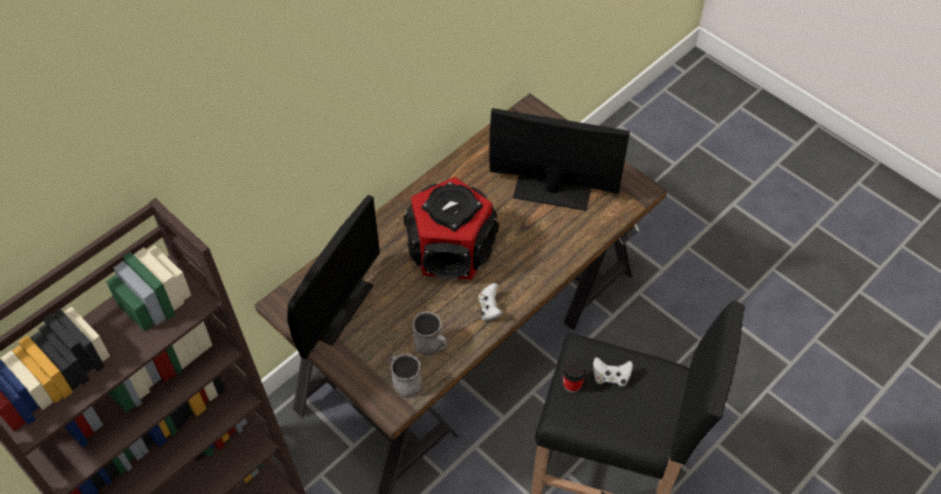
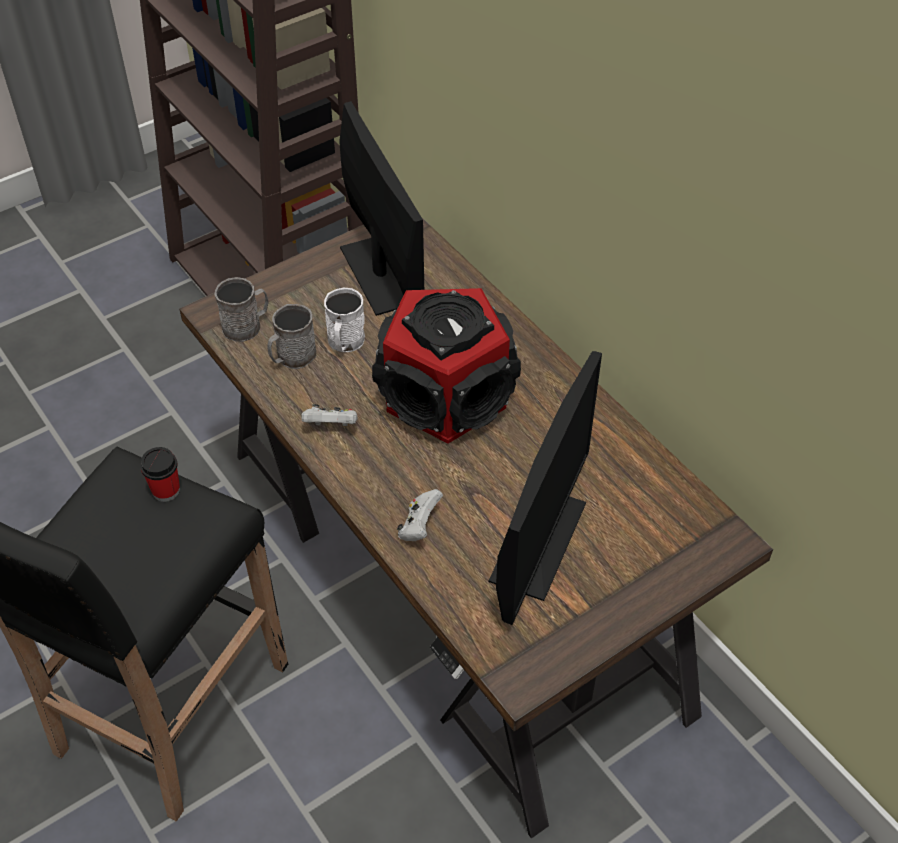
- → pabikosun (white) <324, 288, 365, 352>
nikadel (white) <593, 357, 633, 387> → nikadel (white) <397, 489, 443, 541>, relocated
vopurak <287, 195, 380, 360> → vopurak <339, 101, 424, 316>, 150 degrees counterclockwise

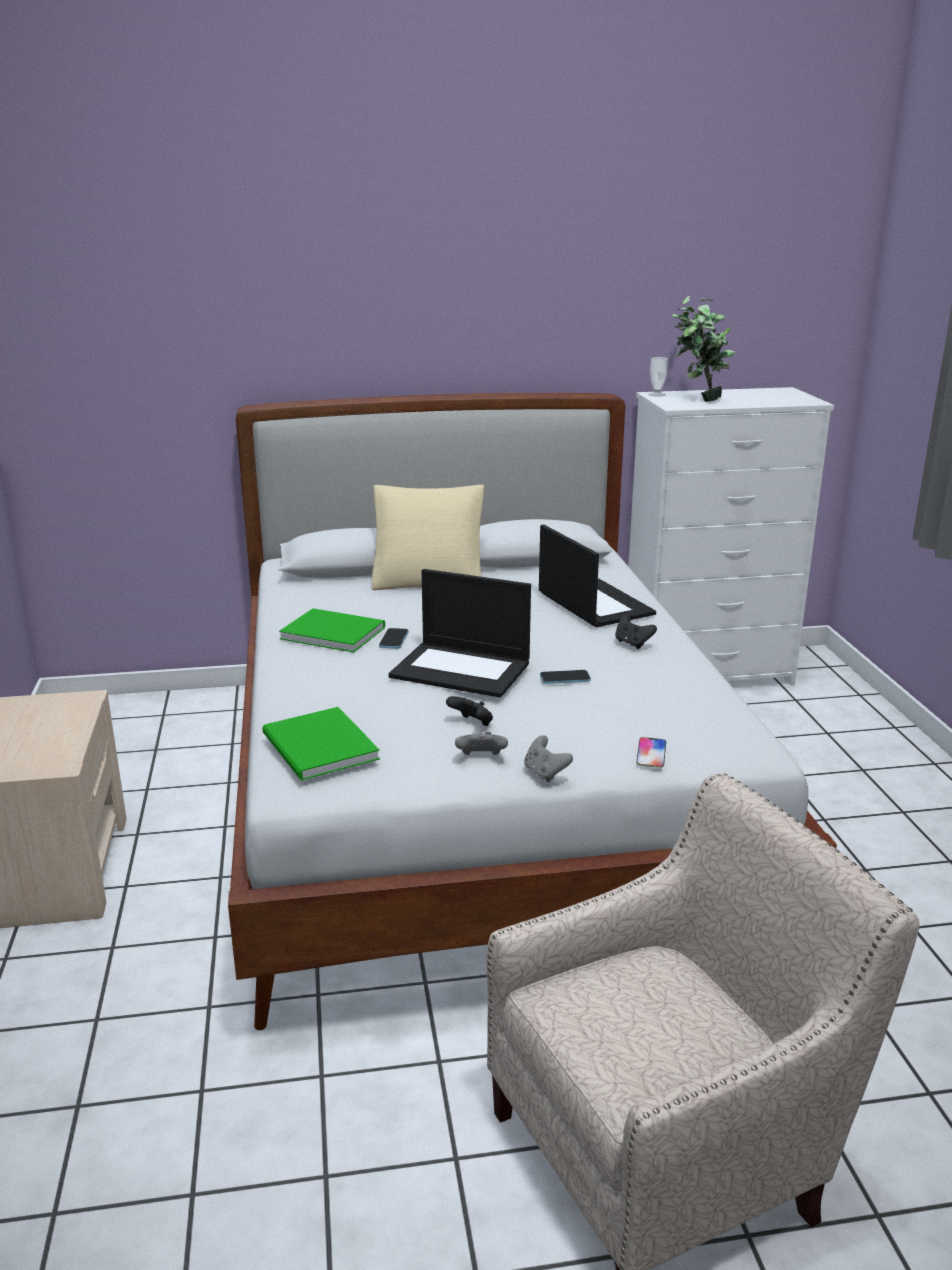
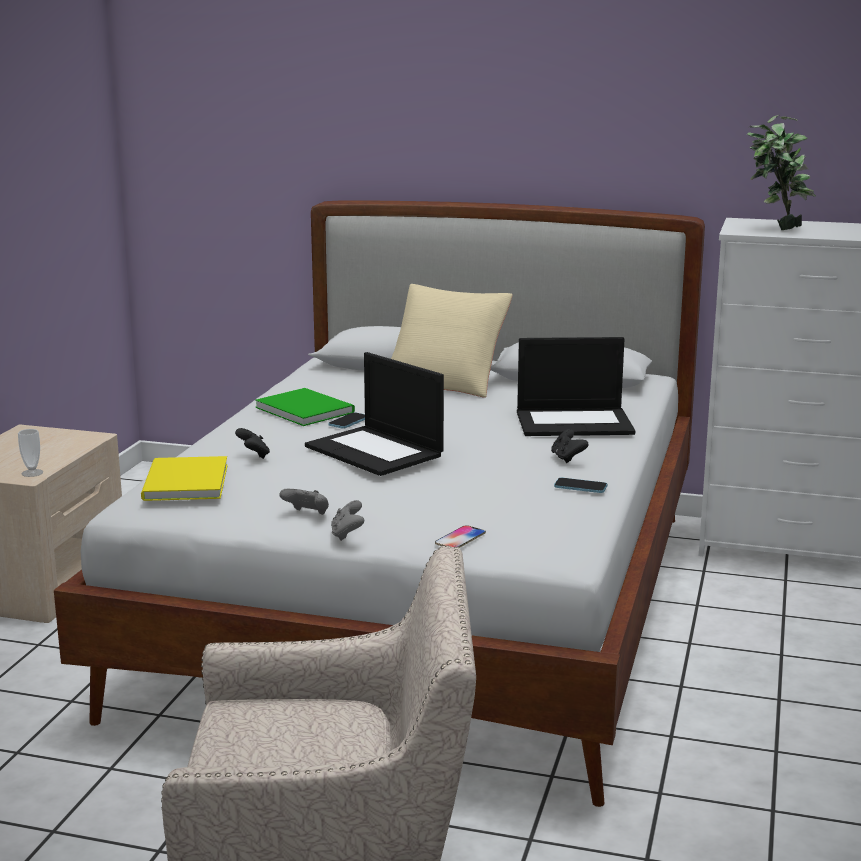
nikadel (black) <446, 696, 493, 726> → nikadel (black) <235, 428, 270, 459>, relocated
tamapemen <540, 670, 591, 684> → tamapemen <554, 478, 607, 493>, relocated
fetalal <648, 357, 668, 397> → fetalal <18, 429, 43, 477>, relocated
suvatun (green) <262, 707, 380, 780> → suvatun (yellow) <141, 456, 228, 501>
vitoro <539, 524, 656, 627> → vitoro <517, 337, 635, 436>, 90 degrees clockwise

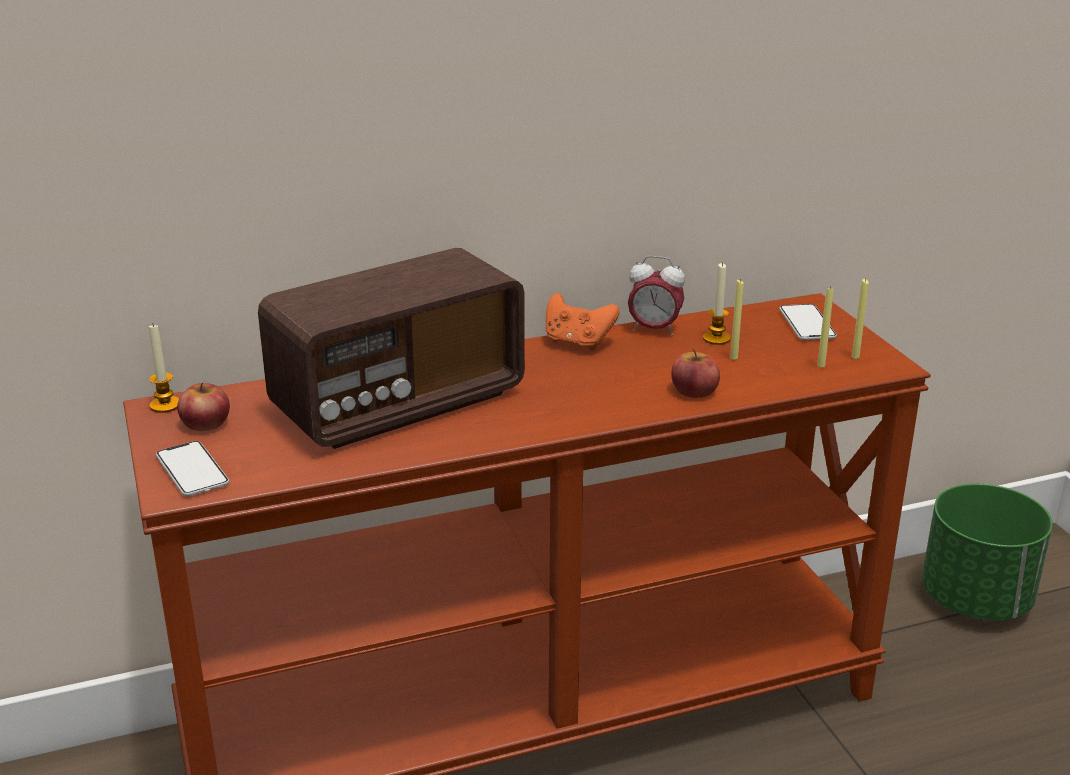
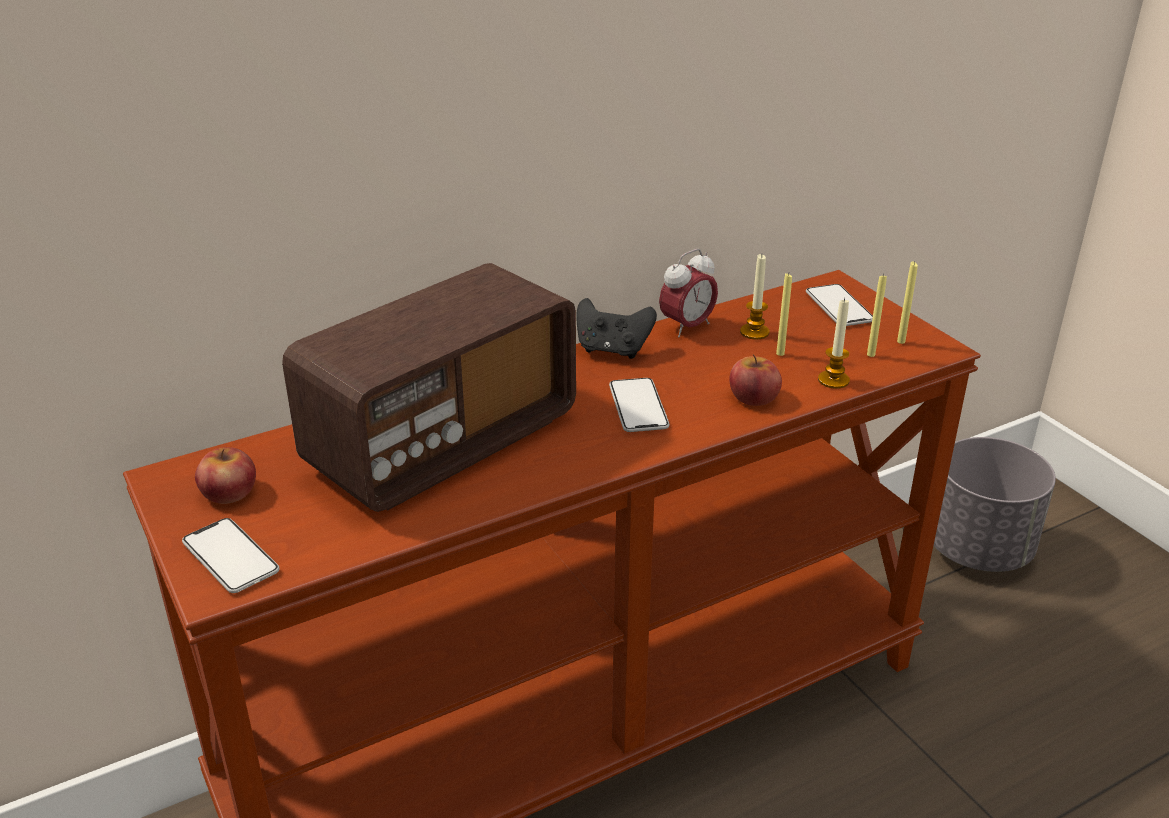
- → tamapemen <609, 378, 669, 432>
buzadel <149, 325, 179, 413> → buzadel <818, 298, 850, 389>, relocated
nikadel (orange) <546, 293, 620, 351> → nikadel (black) <576, 298, 657, 359>
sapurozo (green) <922, 484, 1053, 621> → sapurozo (grey) <934, 437, 1056, 572>
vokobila <628, 256, 685, 336> → vokobila <659, 249, 718, 337>, 45 degrees counterclockwise

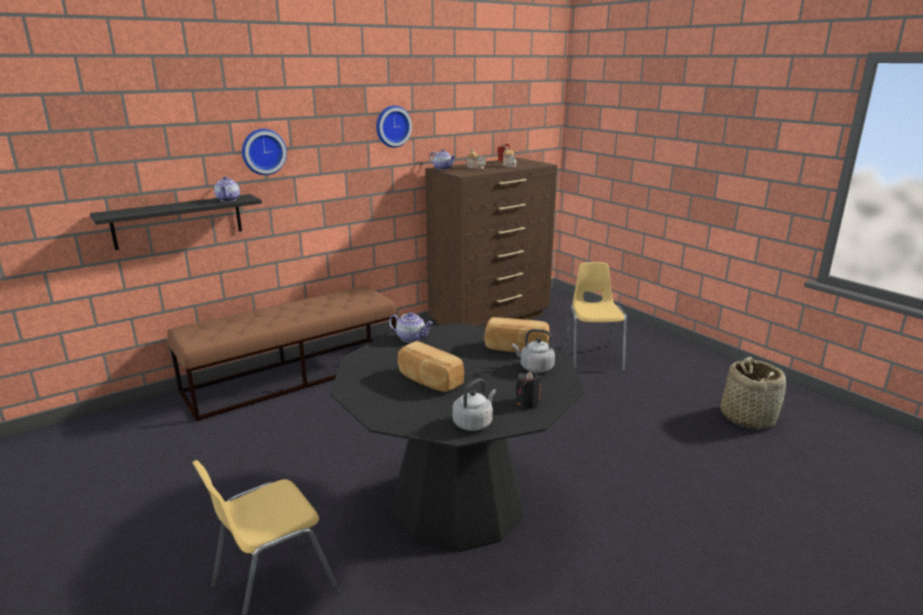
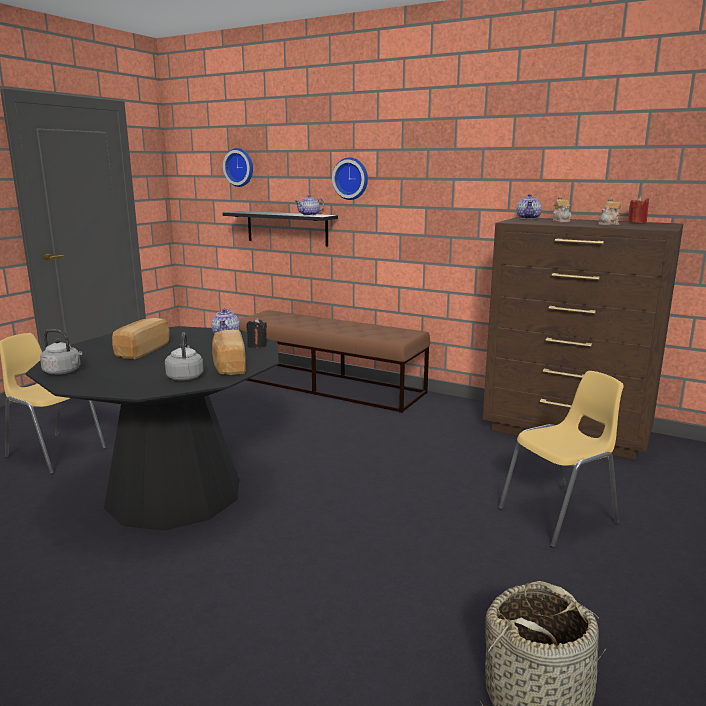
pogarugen <376, 106, 412, 148> → pogarugen <223, 148, 253, 187>, relocated
buzadel (black) <516, 371, 541, 408> → buzadel (black) <246, 318, 267, 348>, relocated

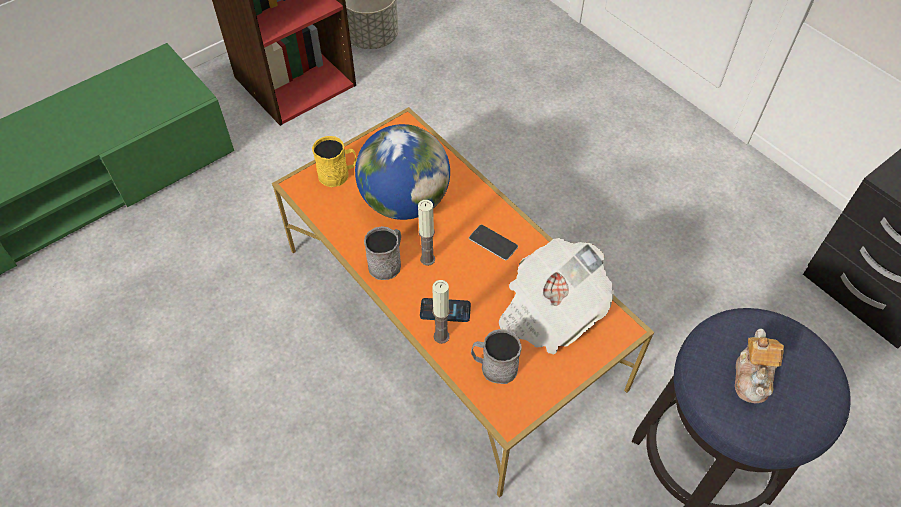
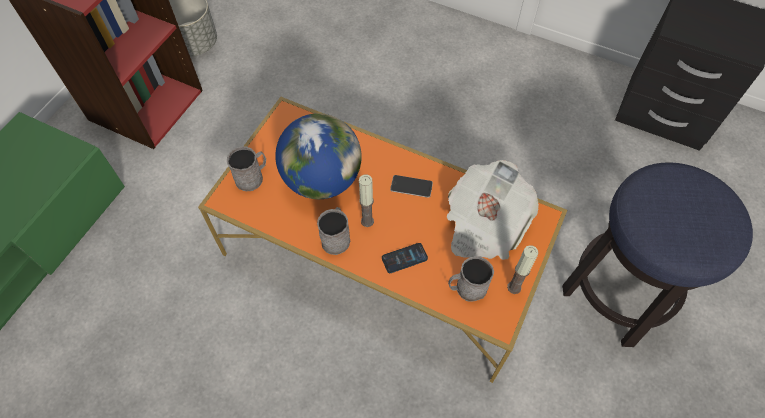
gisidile <735, 329, 784, 403> → -
buzadel <432, 280, 450, 344> → buzadel <507, 245, 538, 294>, relocated
pabikosun (yellow) <312, 136, 357, 187> → pabikosun (grey) <227, 146, 266, 191>

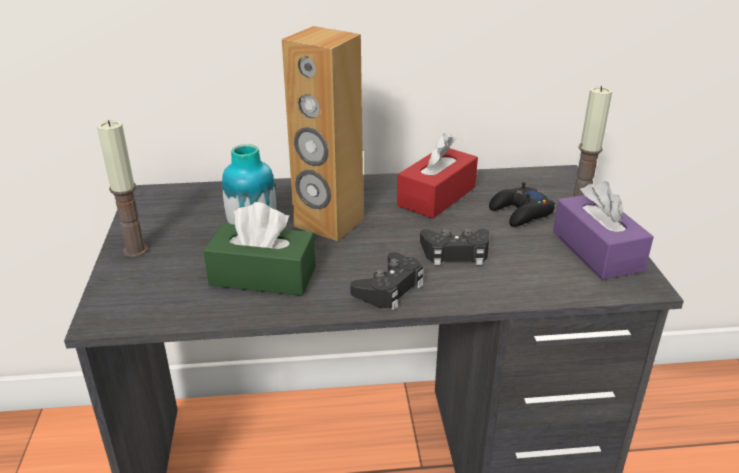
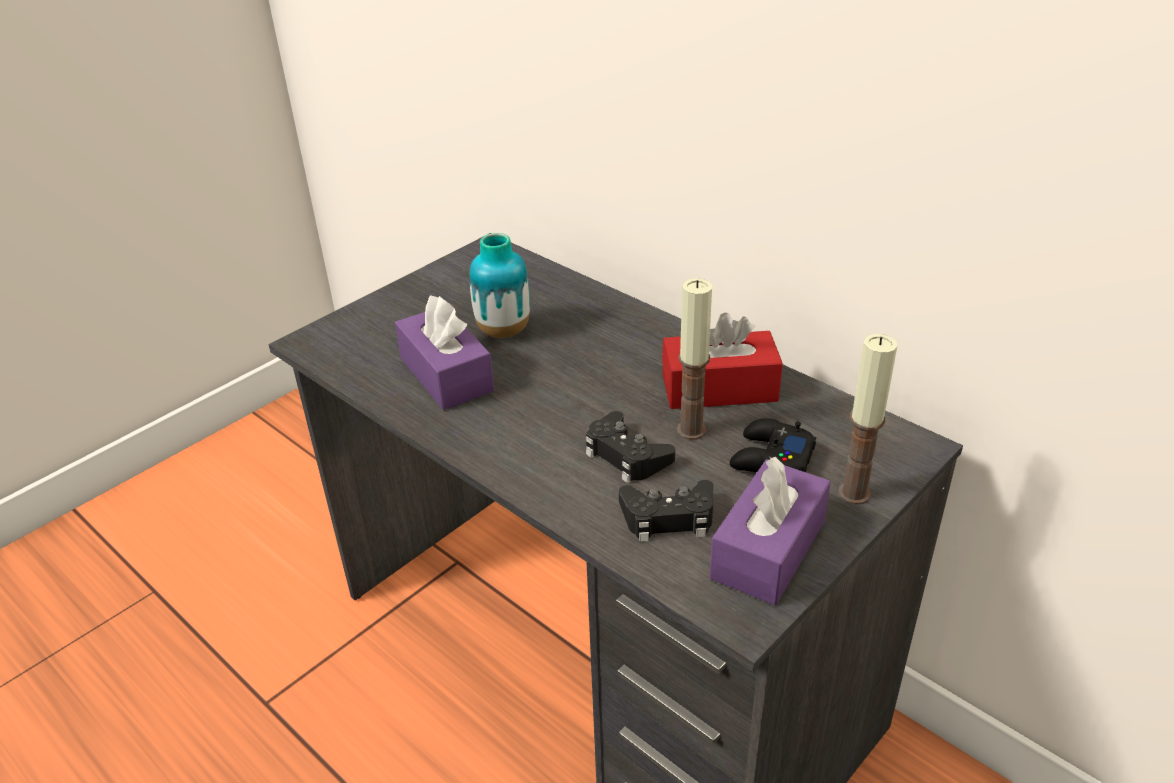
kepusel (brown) <282, 26, 364, 241> → -
buzadel <97, 120, 148, 257> → buzadel <677, 278, 712, 440>, relocated
nikadel (black) <350, 252, 424, 310> → nikadel (black) <619, 480, 714, 542>, relocated
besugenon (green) <203, 202, 316, 296> → besugenon (purple) <395, 296, 494, 410>

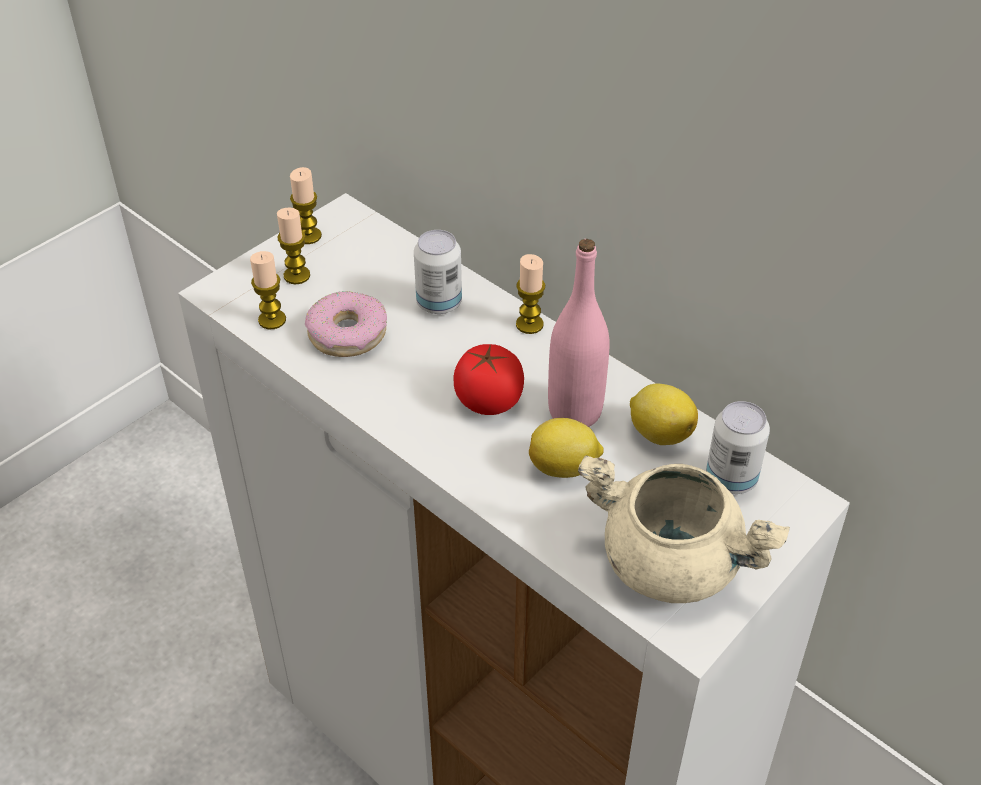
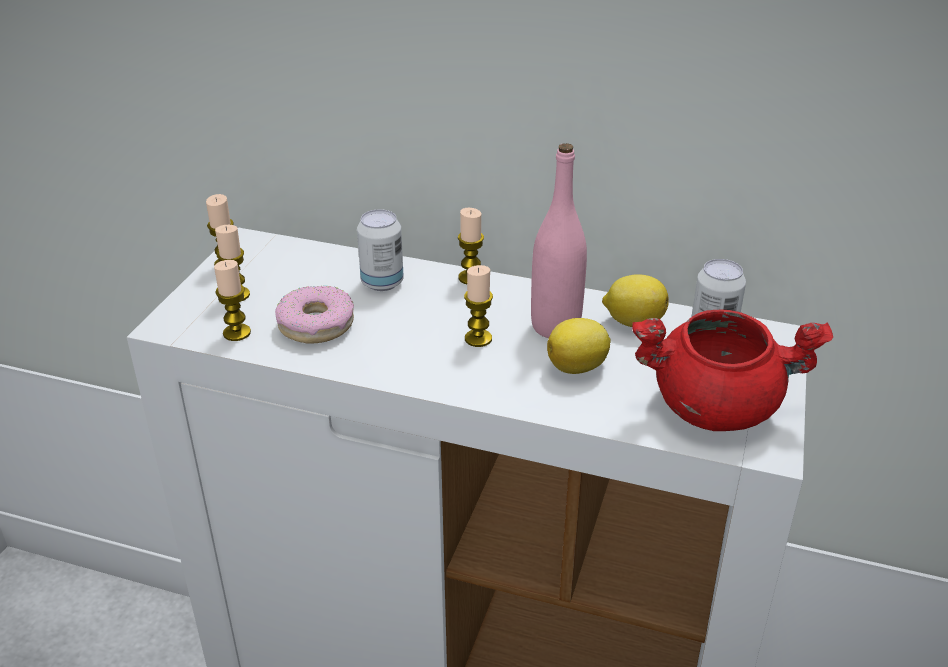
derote <454, 344, 524, 415> → buzadel <464, 265, 493, 347>
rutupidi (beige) <578, 456, 790, 603> → rutupidi (red) <632, 310, 833, 431>

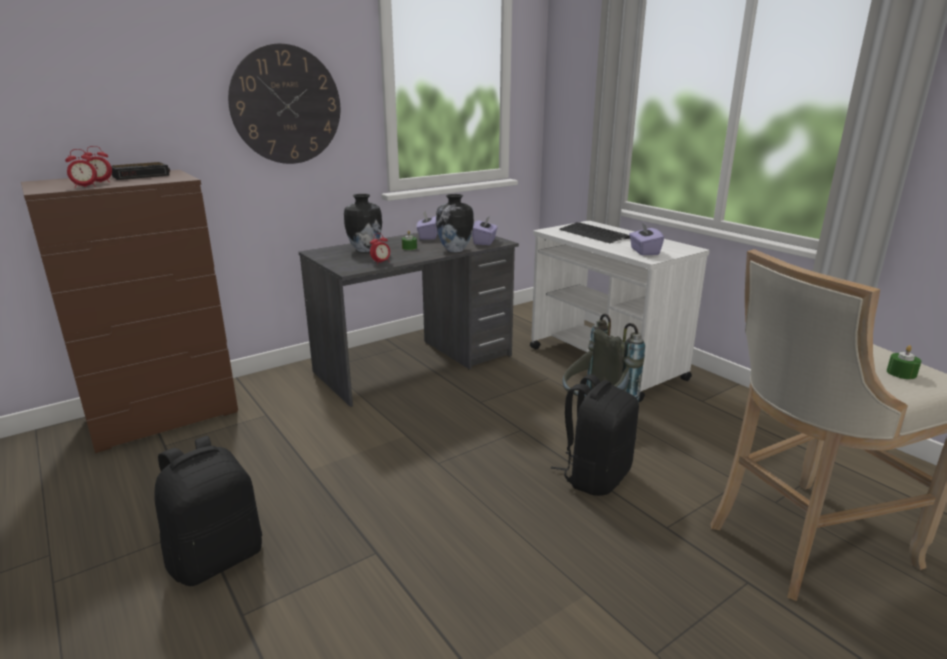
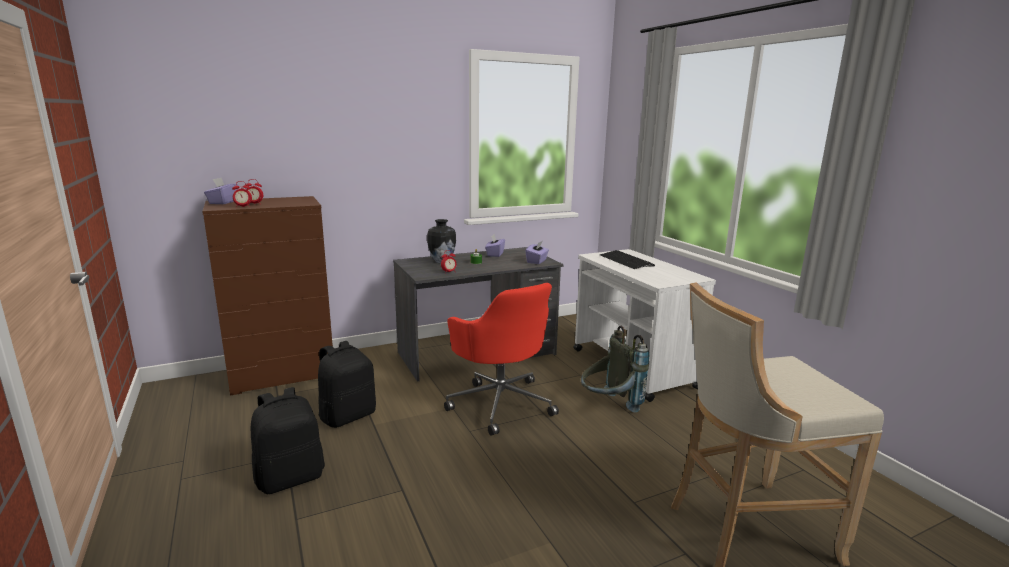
vokobila <111, 162, 170, 180> → -
pogarugen <228, 44, 340, 164> → -
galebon <436, 194, 474, 253> → -
buzadel (green) <887, 345, 922, 379> → -
- → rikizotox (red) <444, 283, 559, 436>
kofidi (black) <551, 374, 639, 496> → kofidi (black) <318, 341, 376, 428>, relocated
besugenon (purple) <629, 223, 664, 255> → besugenon (purple) <204, 178, 239, 204>, relocated

